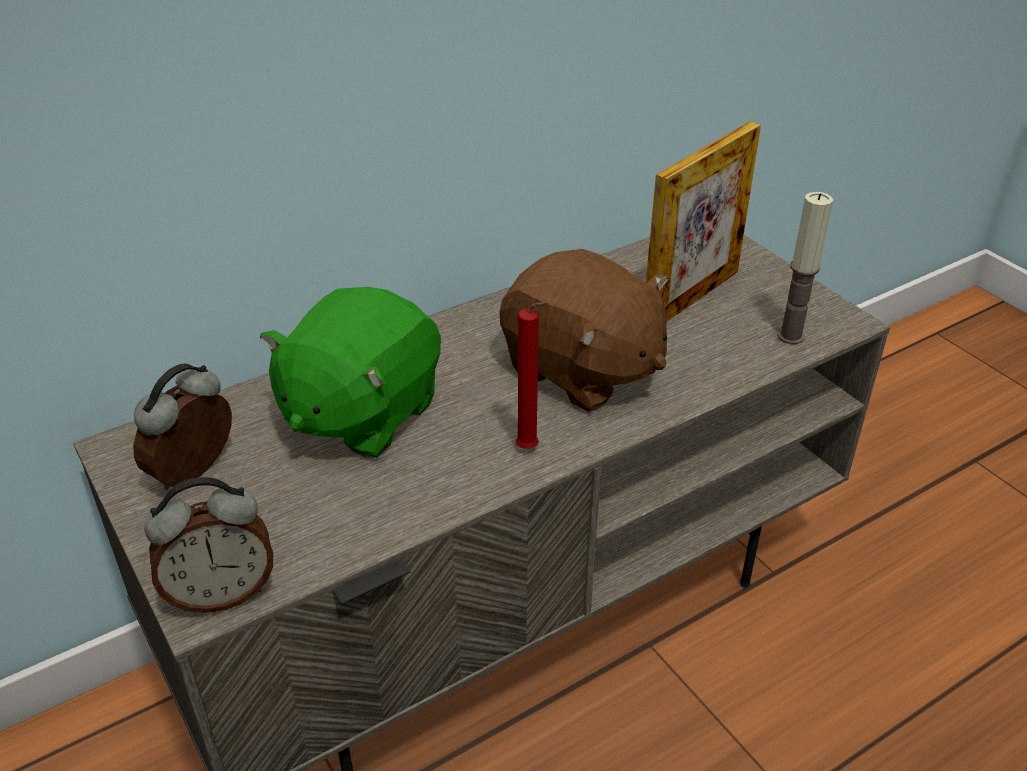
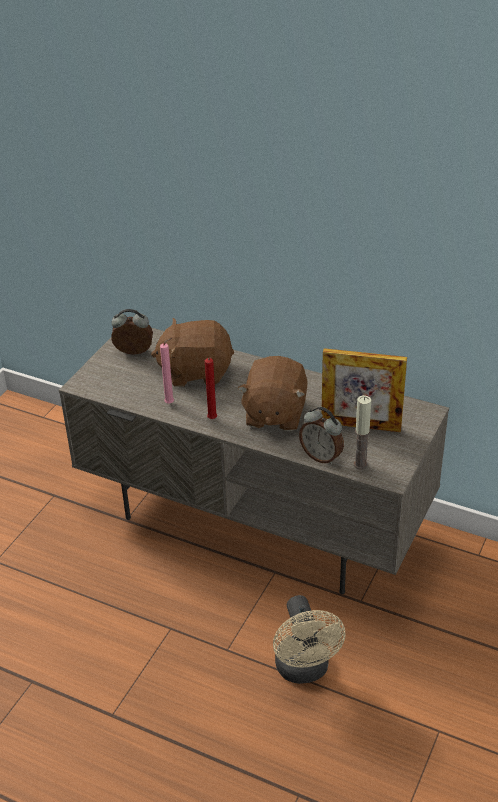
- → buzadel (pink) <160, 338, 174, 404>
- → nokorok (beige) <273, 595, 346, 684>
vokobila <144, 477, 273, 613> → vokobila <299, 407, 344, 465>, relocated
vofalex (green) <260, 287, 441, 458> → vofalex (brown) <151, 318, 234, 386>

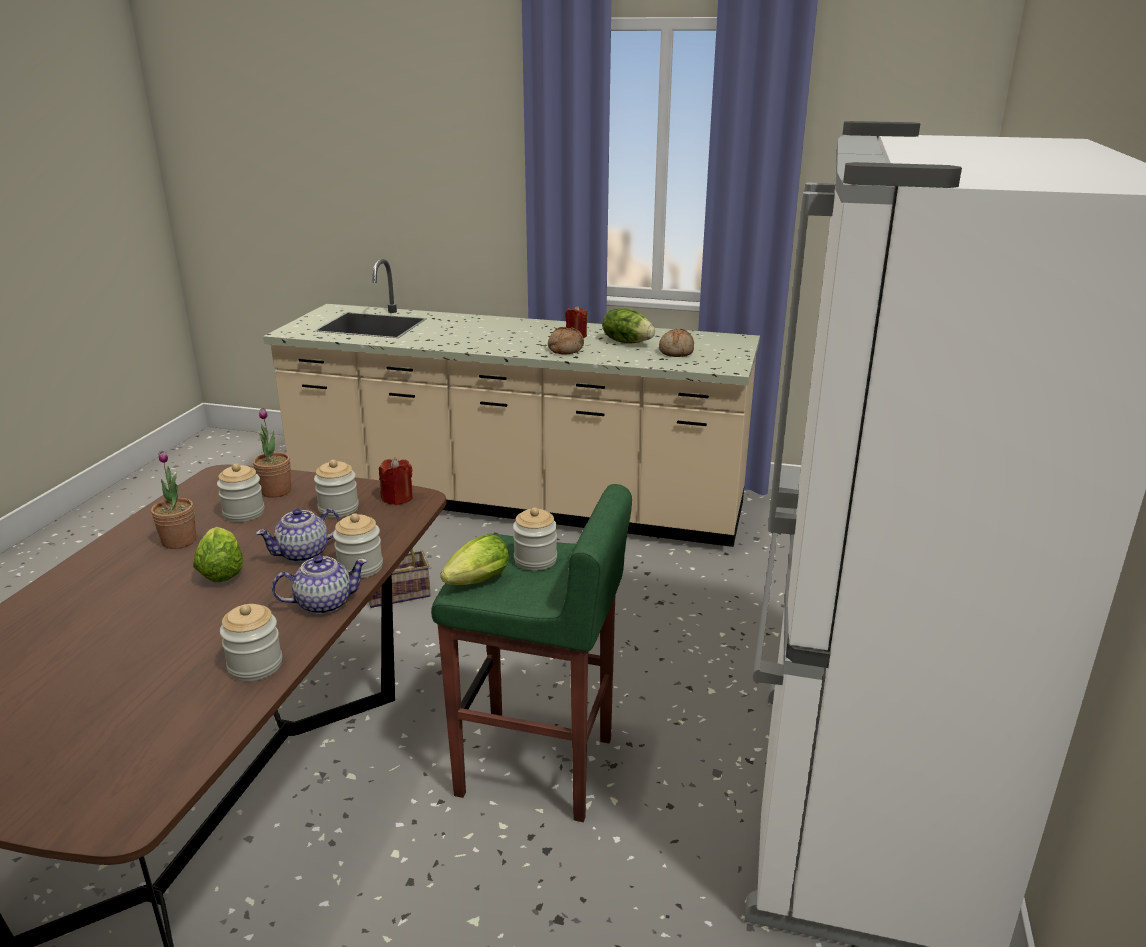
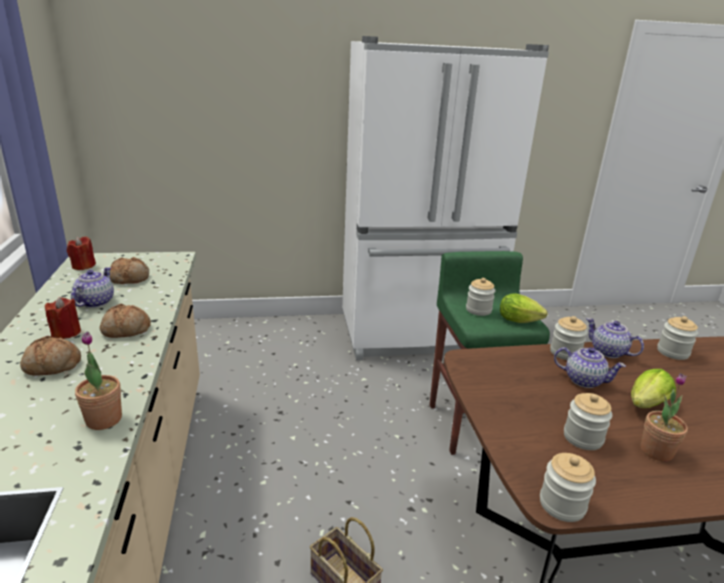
- → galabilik <20, 336, 81, 376>
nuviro <253, 408, 291, 498> → nuviro <75, 331, 122, 430>, relocated
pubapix <314, 460, 359, 518> → pubapix <540, 453, 596, 522>, relocated
buzadel (red) <379, 457, 412, 505> → buzadel (red) <67, 236, 96, 270>, relocated
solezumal <602, 308, 655, 344> → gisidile <71, 267, 114, 308>

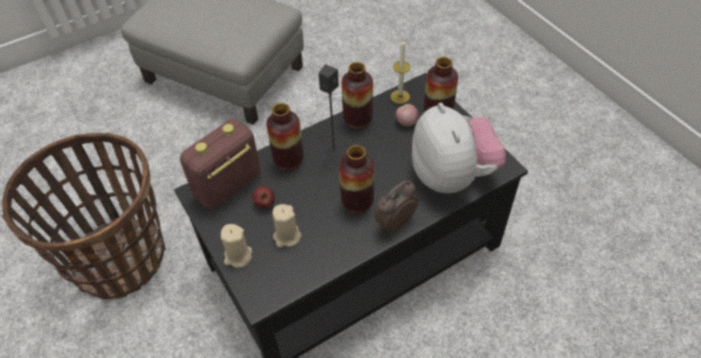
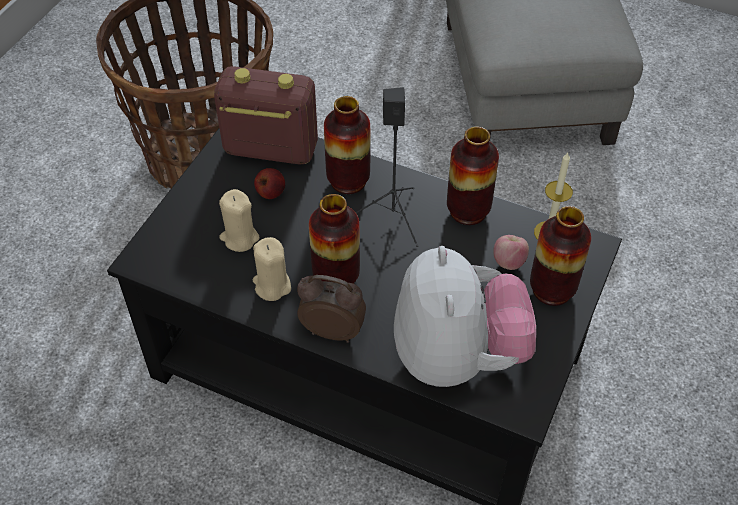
buzadel (beige) <221, 224, 252, 268> → buzadel (beige) <253, 237, 291, 301>, relocated
vofalex <412, 103, 506, 193> → vofalex <394, 246, 536, 387>, 45 degrees counterclockwise

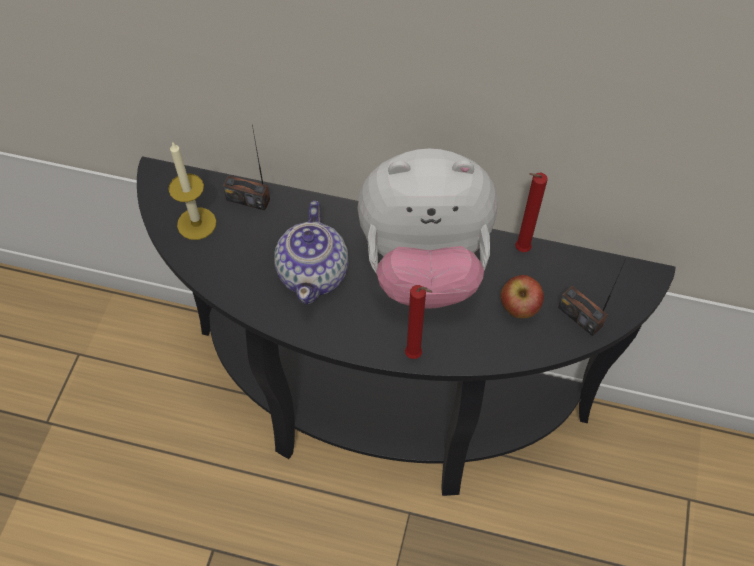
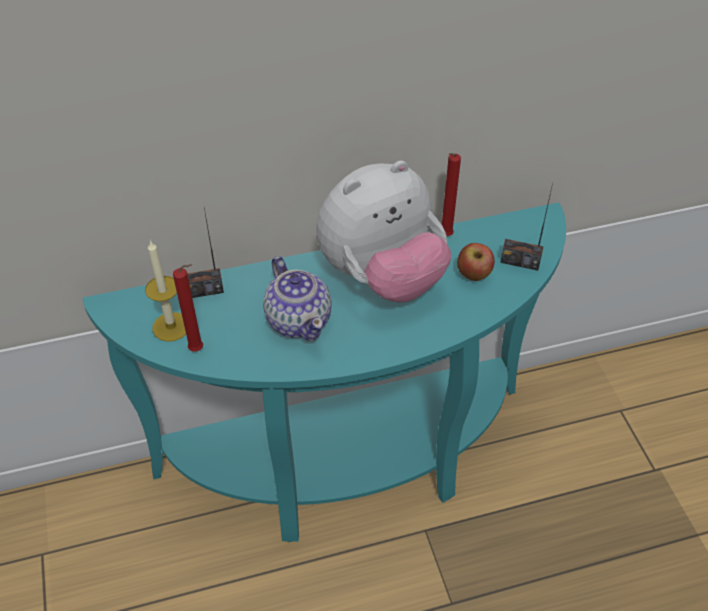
buzadel (red) <405, 285, 432, 359> → buzadel (red) <173, 264, 203, 351>, relocated
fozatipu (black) <137, 156, 675, 496> → fozatipu (turquoise) <83, 202, 566, 542>

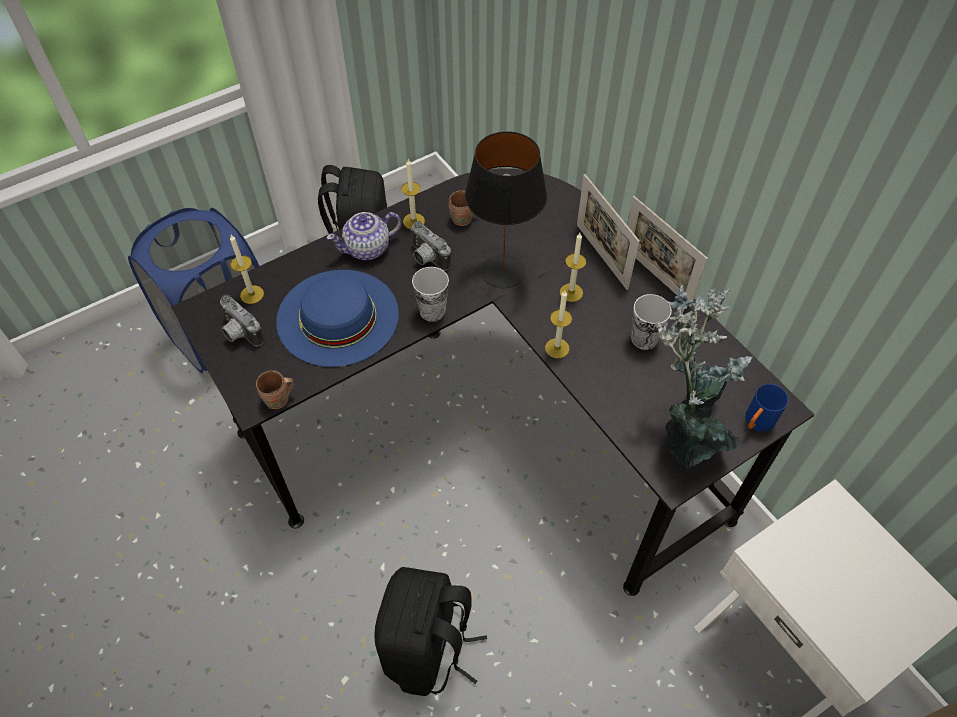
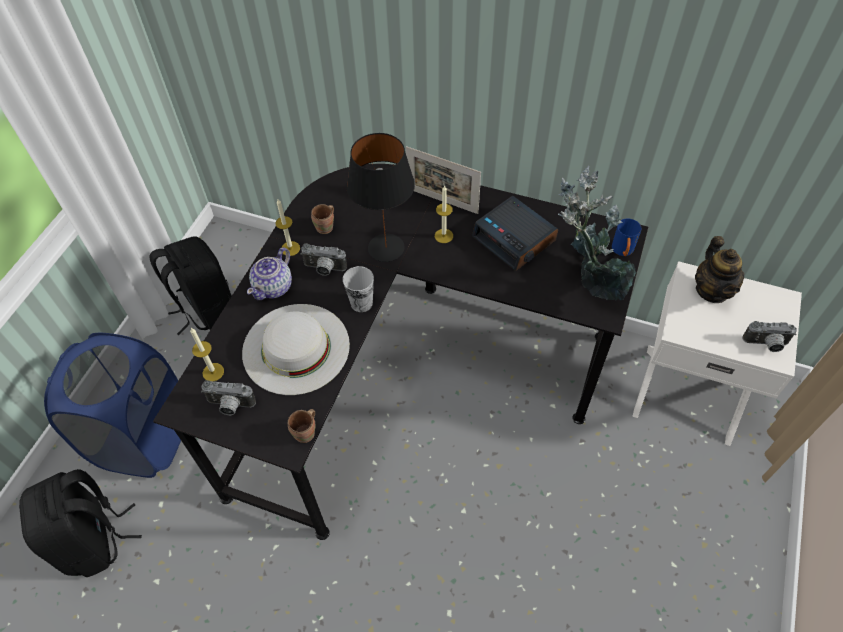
buzadel <545, 291, 572, 358> → -
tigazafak <627, 196, 708, 307> → -
- → gisidile <695, 236, 744, 303>
- → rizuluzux <742, 321, 797, 352>
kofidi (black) <374, 567, 487, 696> → kofidi (black) <19, 469, 142, 577>, relocated
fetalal <631, 294, 672, 350> → vokobila <472, 196, 559, 271>
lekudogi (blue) <276, 270, 399, 367> → lekudogi (white) <242, 304, 350, 395>

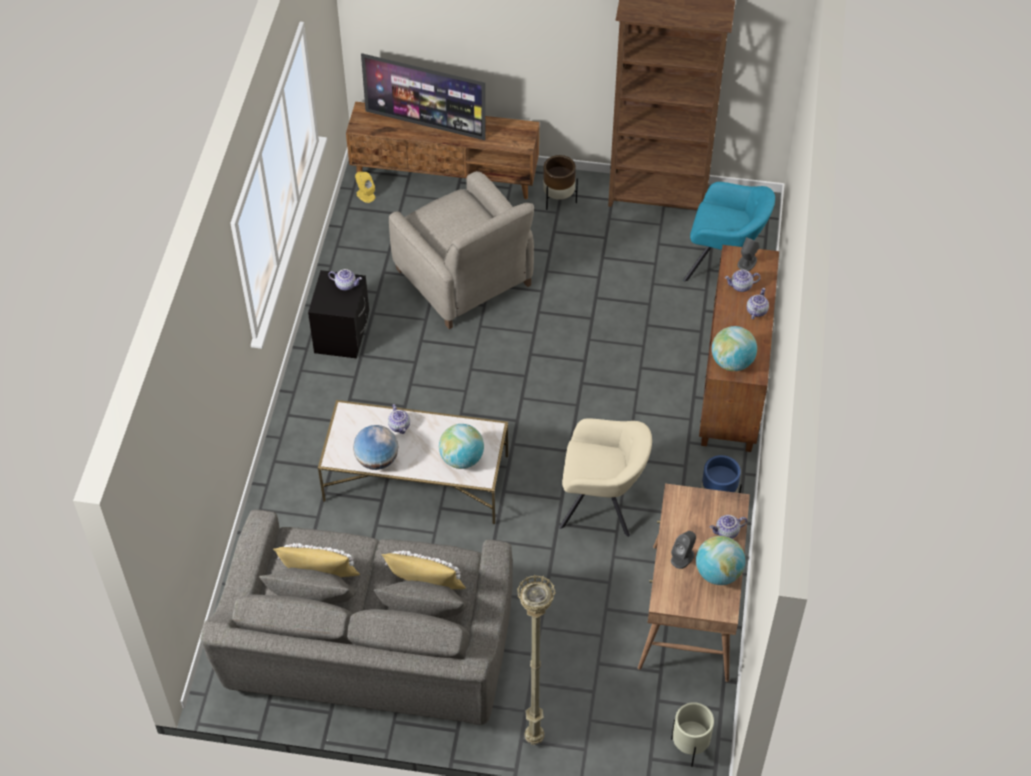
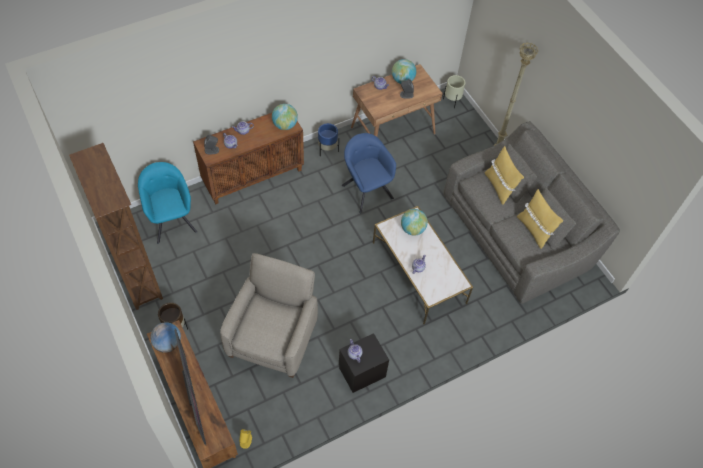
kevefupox <353, 425, 398, 470> → kevefupox <150, 322, 181, 352>, relocated
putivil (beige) <559, 418, 652, 537> → putivil (blue) <341, 133, 396, 214>

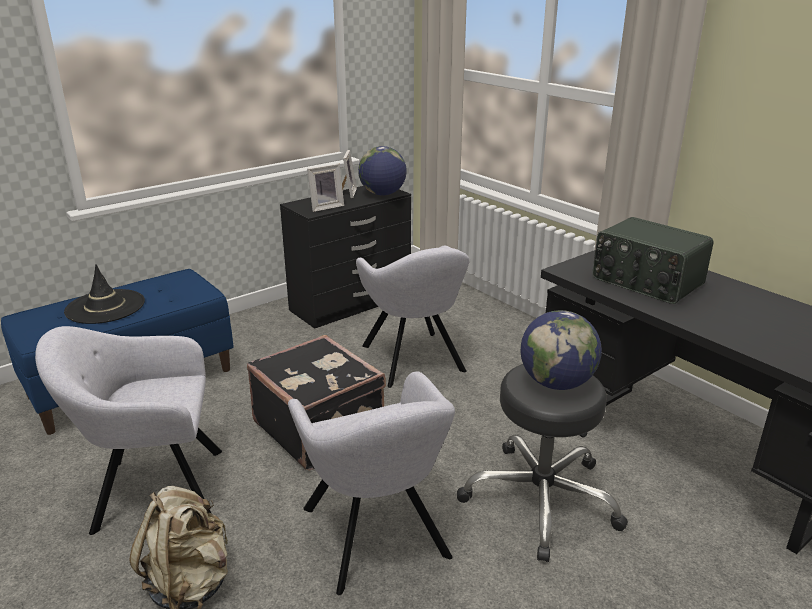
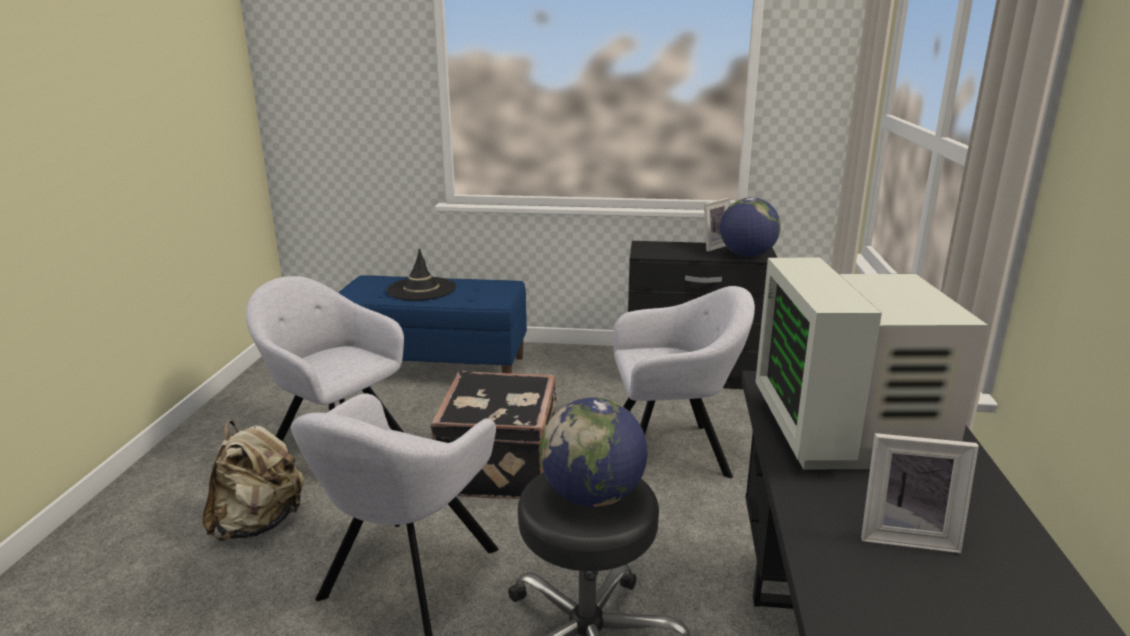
tigazafak <307, 163, 344, 212> → tigazafak <861, 433, 979, 553>, relocated
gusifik <592, 217, 713, 304> → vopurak <755, 258, 988, 470>
putivil (grey) <356, 246, 470, 388> → putivil (grey) <614, 286, 755, 478>, 120 degrees counterclockwise

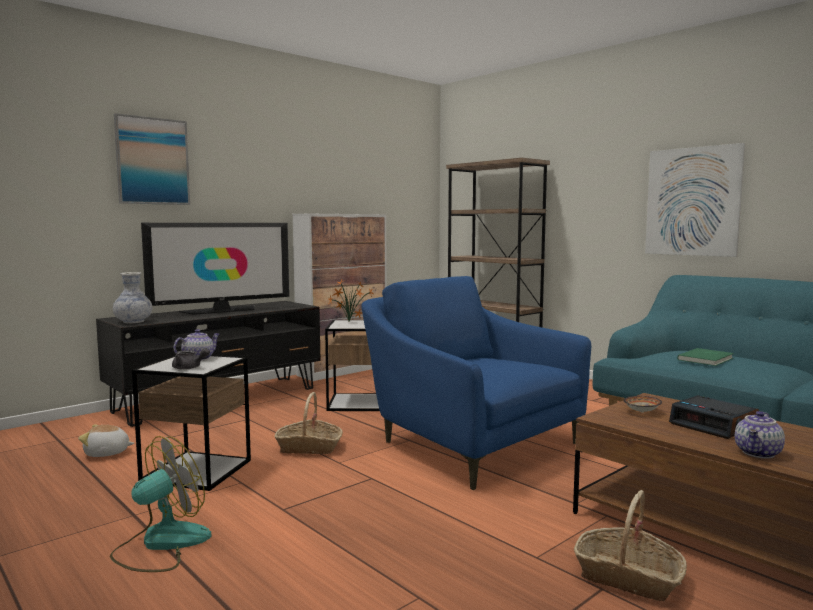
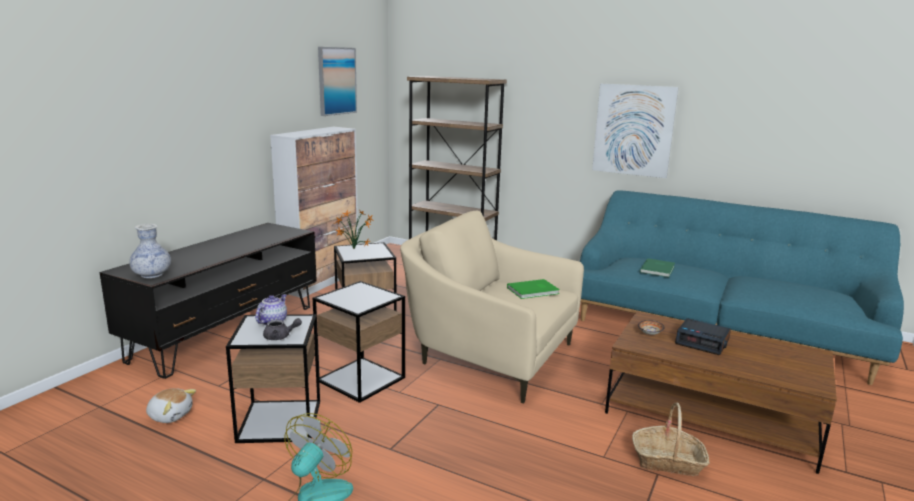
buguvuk <141, 223, 289, 315> → -
gisidile <735, 411, 785, 459> → -
- → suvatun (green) <507, 279, 560, 299>
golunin <114, 113, 190, 205> → golunin <318, 47, 357, 116>, relocated
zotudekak <275, 392, 343, 454> → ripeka <313, 281, 405, 403>
putivil (blue) <361, 276, 591, 490> → putivil (beige) <400, 211, 584, 404>
vofalex <78, 424, 134, 457> → vofalex <146, 388, 196, 423>, 135 degrees counterclockwise

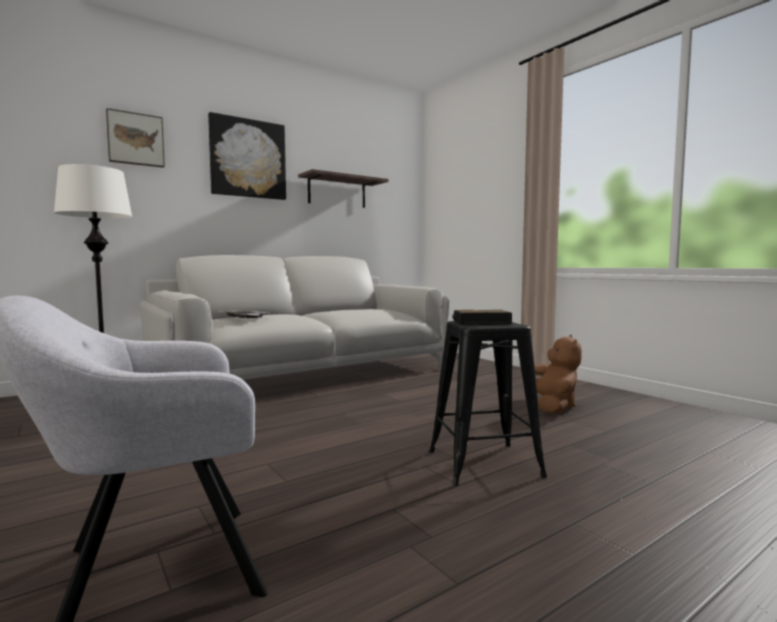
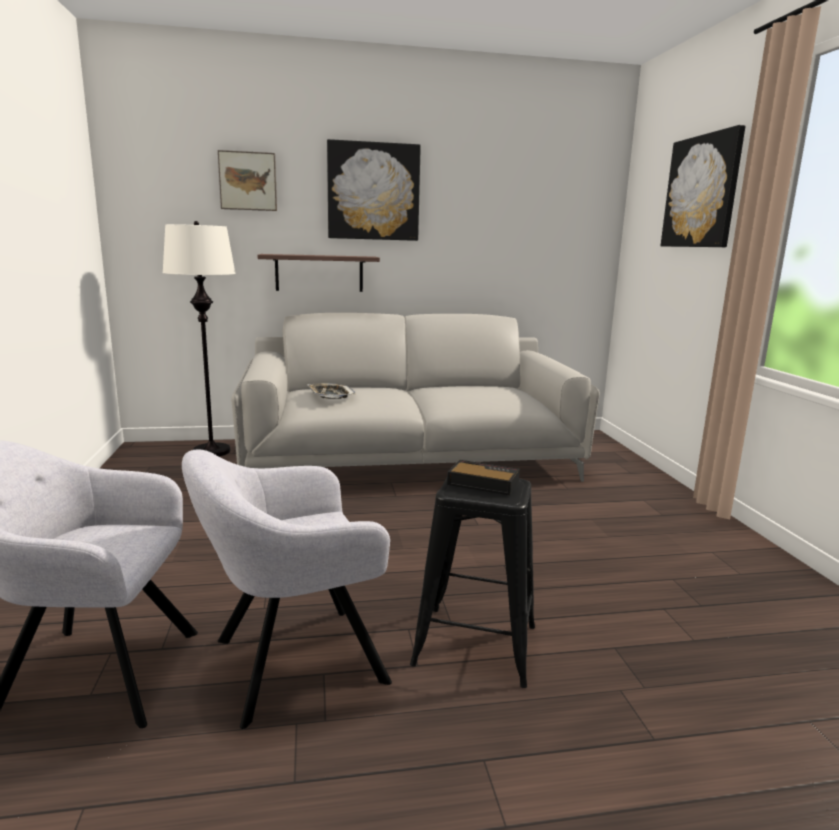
vofalex (brown) <535, 335, 582, 414> → -
- → putivil (grey) <182, 450, 392, 729>
- → golunin <661, 125, 746, 247>
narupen <298, 169, 389, 208> → narupen <258, 254, 380, 292>, relocated

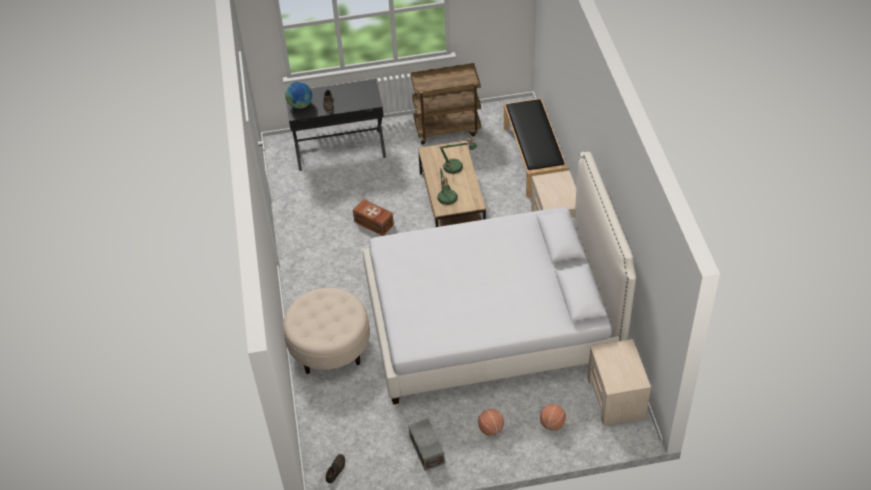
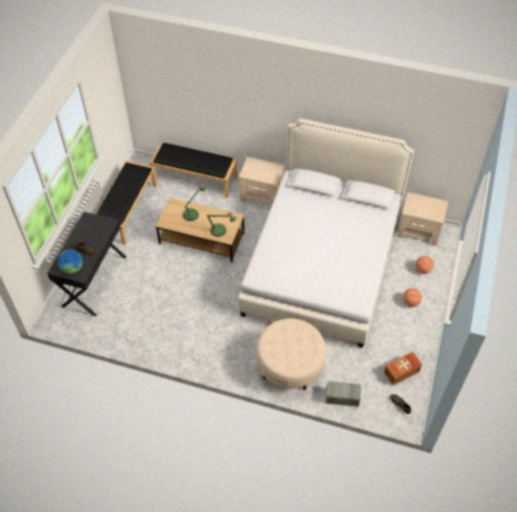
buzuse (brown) <353, 199, 394, 236> → buzuse (brown) <384, 352, 422, 385>, relocated
buzuse (grey) <409, 418, 445, 471> → buzuse (grey) <326, 381, 361, 407>, relocated
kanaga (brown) <410, 63, 481, 145> → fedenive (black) <96, 161, 157, 245>

